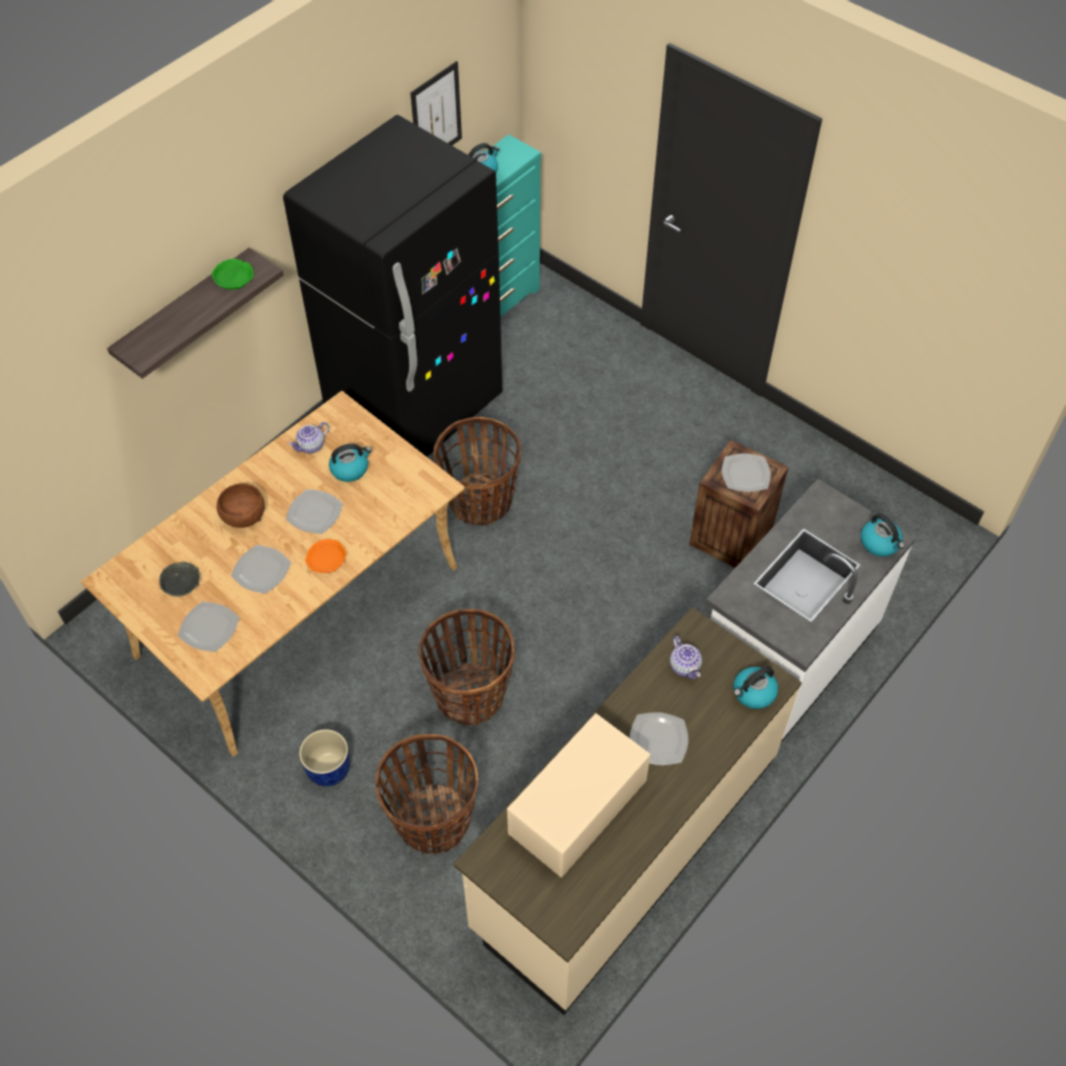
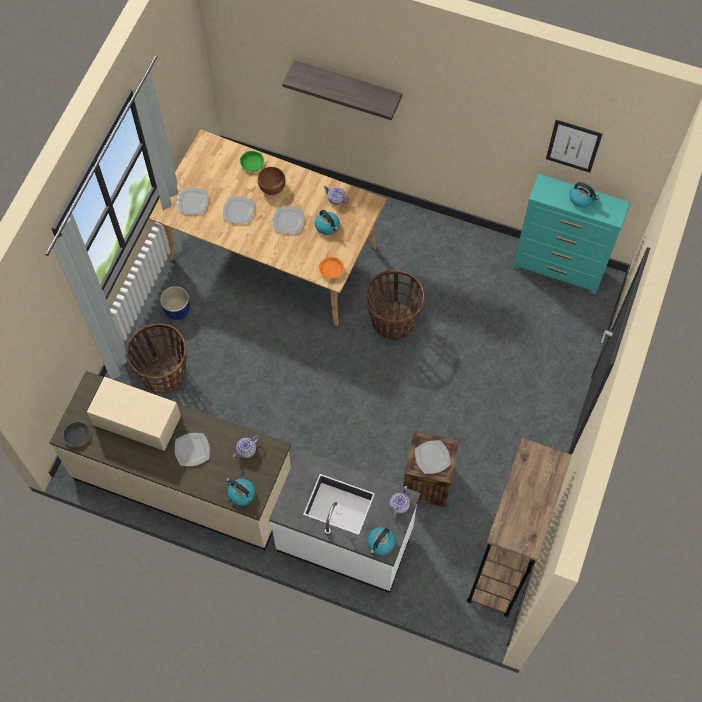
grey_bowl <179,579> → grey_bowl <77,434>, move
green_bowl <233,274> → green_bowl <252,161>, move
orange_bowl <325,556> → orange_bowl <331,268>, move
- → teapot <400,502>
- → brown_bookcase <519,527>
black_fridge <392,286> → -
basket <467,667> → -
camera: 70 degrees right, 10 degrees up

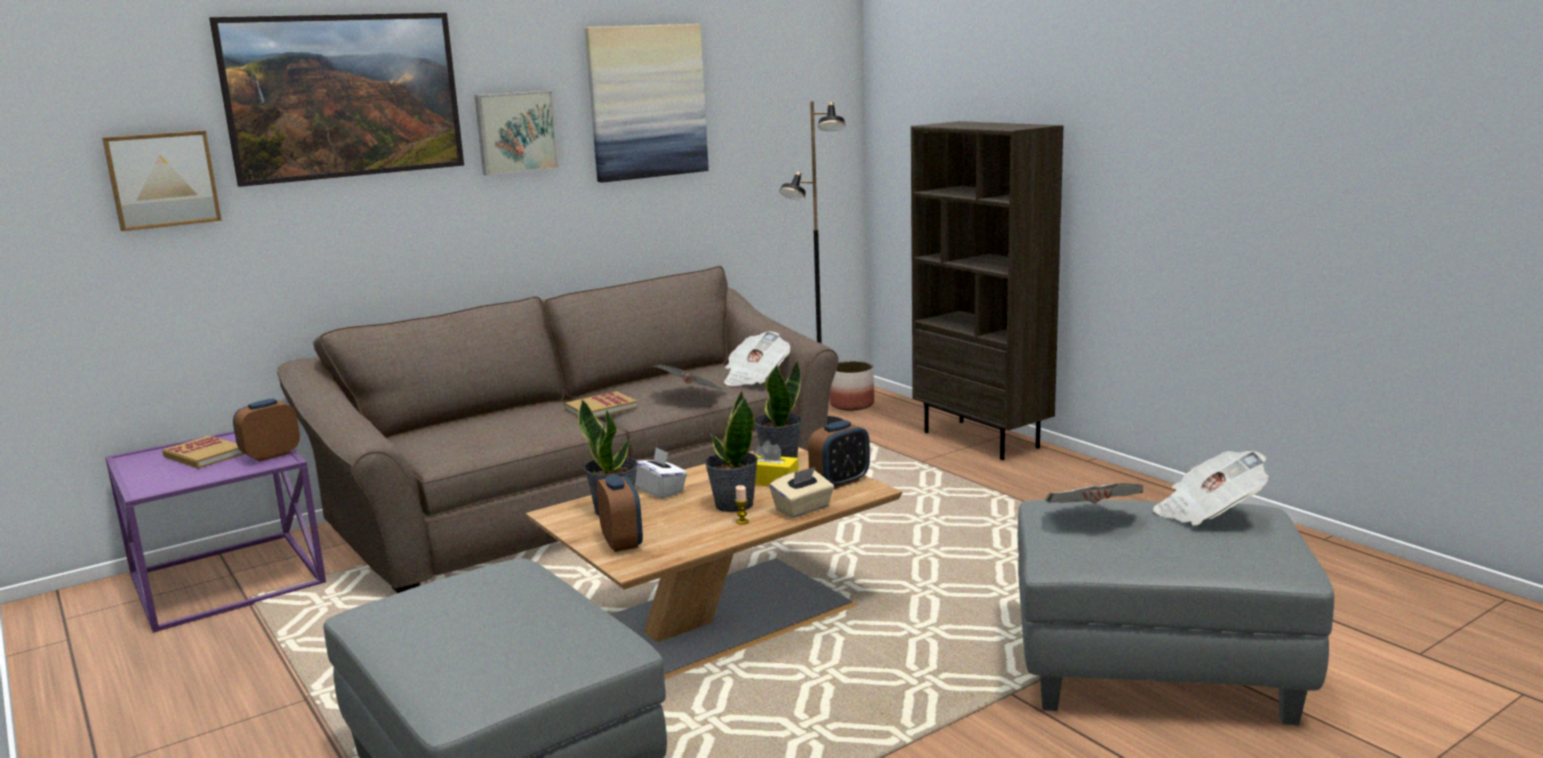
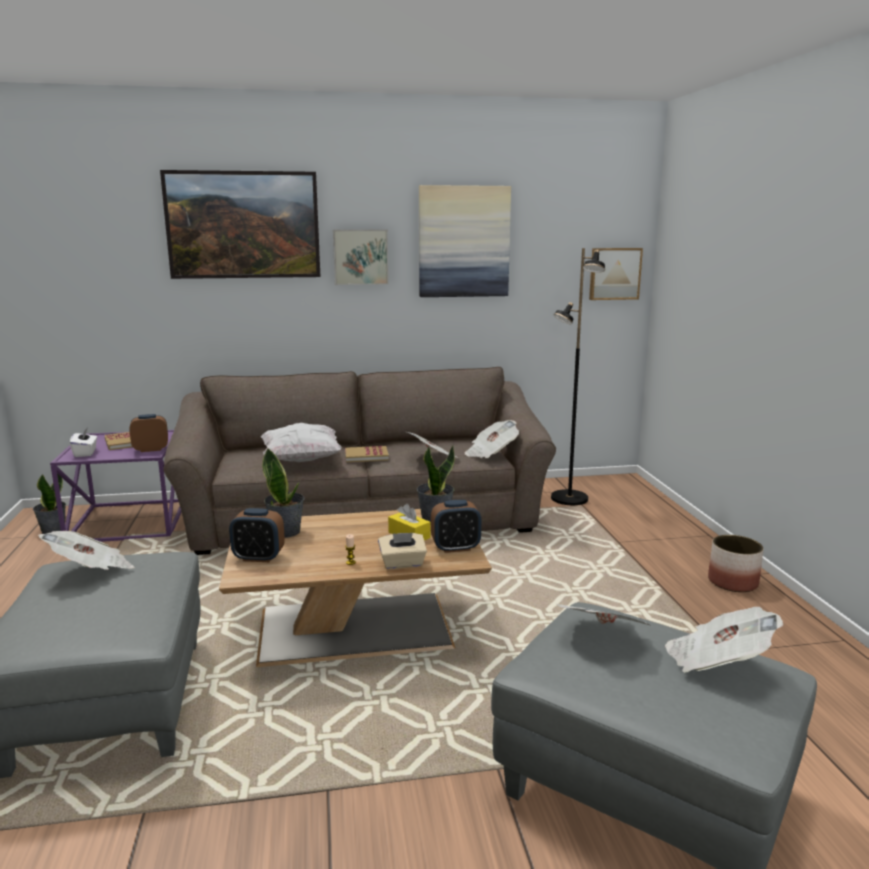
potted_plant <731,451> → potted_plant <49,504>, move
- → newspaper <86,550>
white_tissue_box <661,473> → white_tissue_box <83,442>, move
alarm_clock <620,513> → alarm_clock <257,535>, 90 degrees clockwise
- → white_pillow <301,442>
picture <161,180> → picture <616,274>, move
planter <851,385> → planter <736,563>, move
brown_bookcase <987,290> → -
camera: 25 degrees right, 0 degrees up

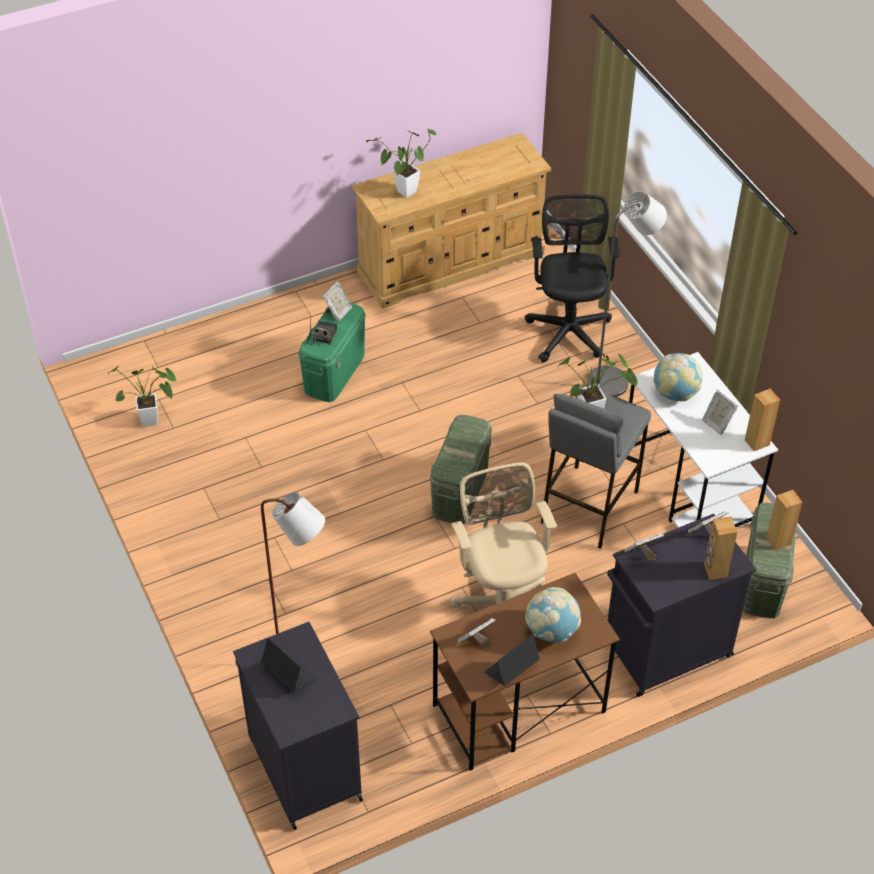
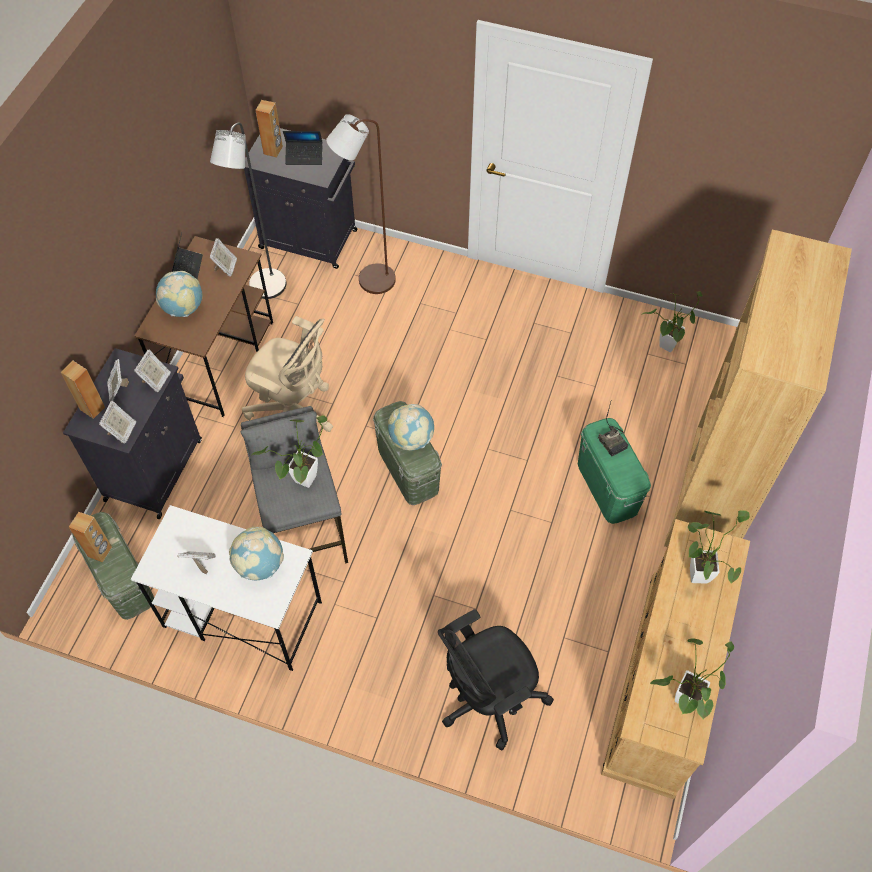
picture_frame <337,302> → picture_frame <118,380>, move
grey_floor_lamp <627,294> → grey_floor_lamp <248,210>, move
brown_speaker <762,420> → brown_speaker <269,128>, move
- → globe <411,427>
black_office_chair <572,278> → black_office_chair <496,679>, 105 degrees clockwise
- → potted_plant <692,678>
- → brown_bookcase <758,388>
camera: 135 degrees right, 10 degrees up

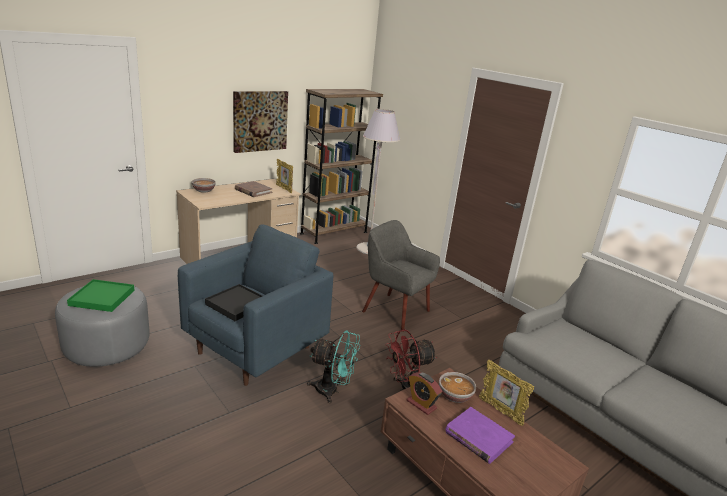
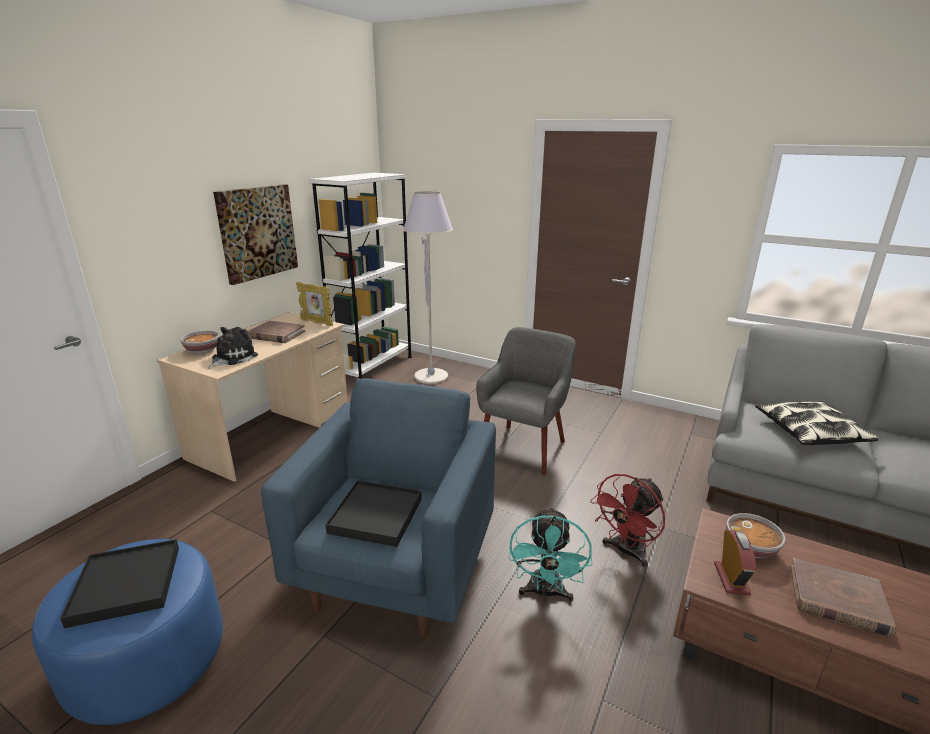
grey_ottoman <102,324> → blue_ottoman <127,632>
green_tray <101,295> → black_tray <119,583>
- → plush_toy <233,348>
brown_bookcase <341,166> → white_bookcase <360,276>
grey_armchair <401,276> → grey_armchair <526,401>, 105 degrees clockwise
turquoise_fan <333,366> → turquoise_fan <550,554>, 105 degrees clockwise
alarm_clock <424,393> → alarm_clock <735,562>, 105 degrees counterclockwise
- → pillow <817,423>
purple_book <480,435> → brown_book <843,597>
picture_frame <506,393> → -
camera: 20 degrees left, 0 degrees up

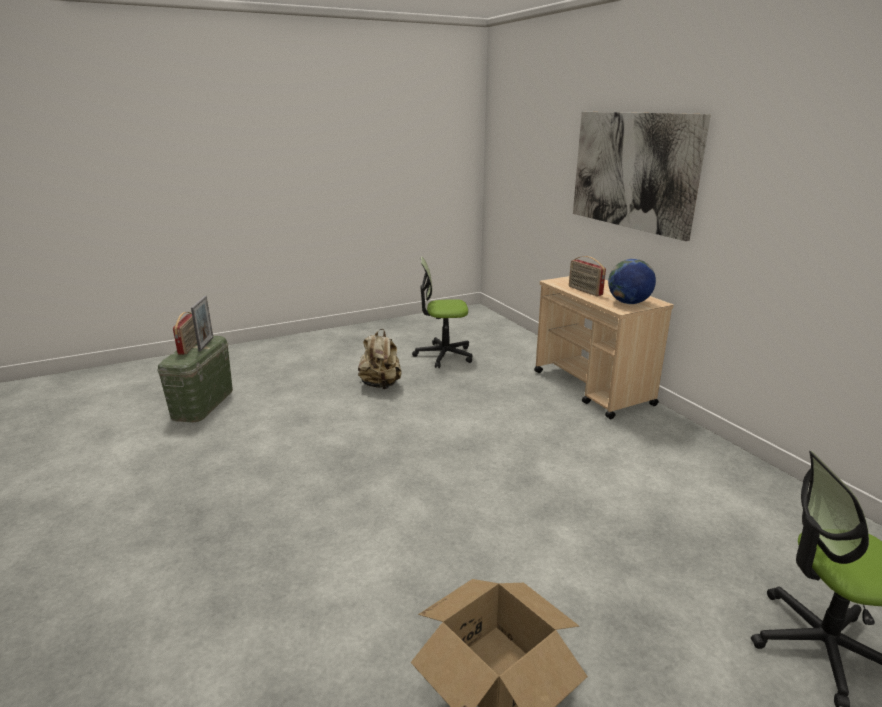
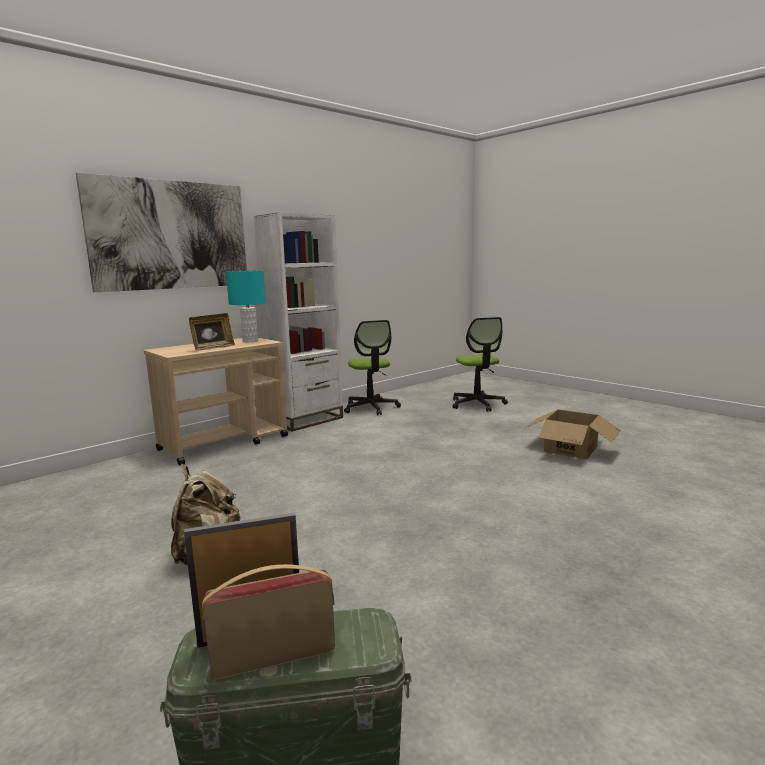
radio <587,276> → picture_frame <212,332>
globe <632,281> → turquoise_table_lamp <246,306>
- → white_bookcase <298,322>
office_chair <442,312> → office_chair <372,367>, move
camera: 105 degrees left, 10 degrees down

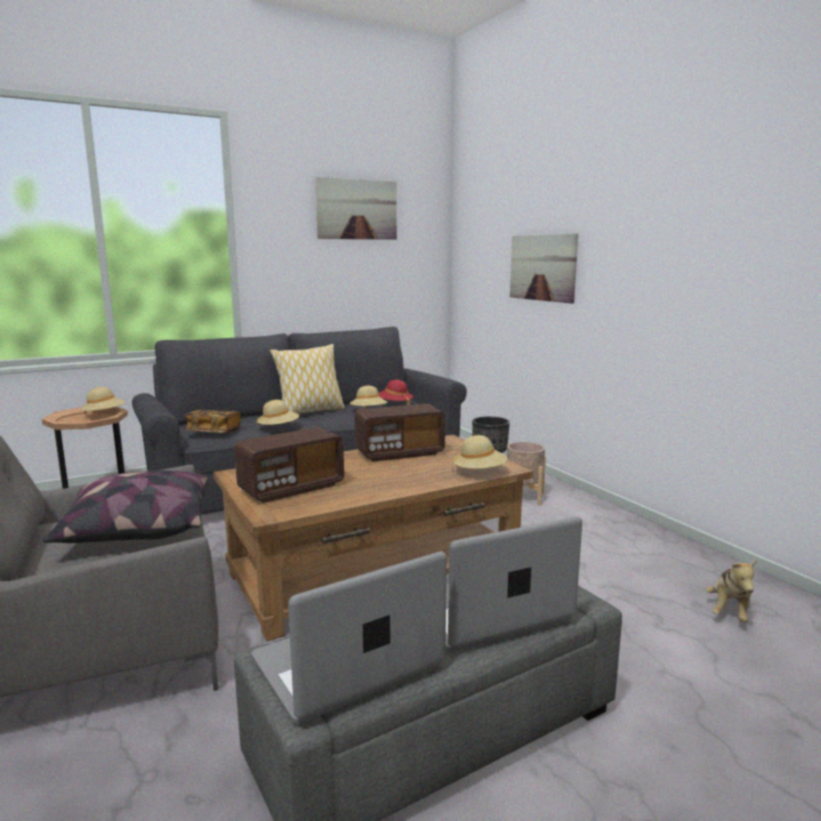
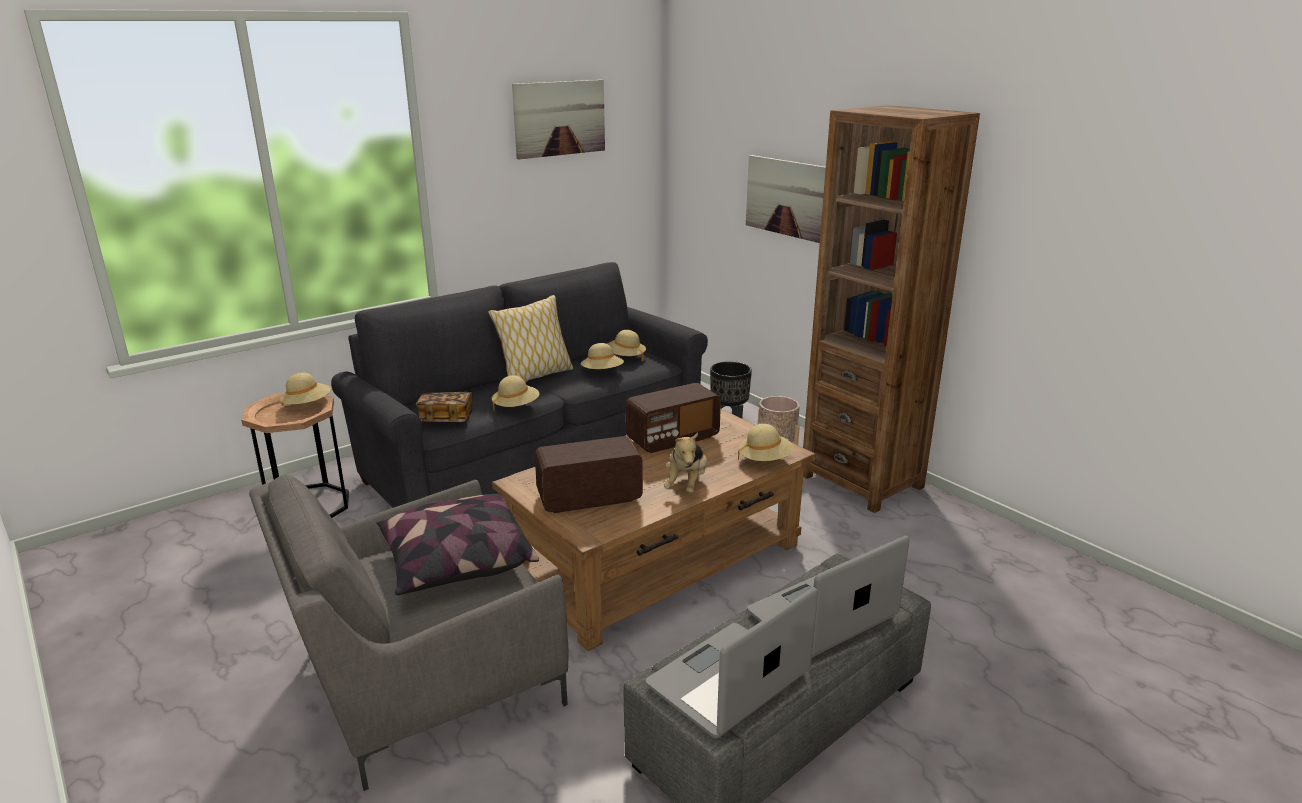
radio <289,465> → radio <589,474>, 150 degrees counterclockwise
red_hat <396,392> → beige_hat <626,346>
plush_toy <731,591> → plush_toy <685,463>, move
- → brown_bookcase <891,309>
camera: 10 degrees left, 10 degrees up

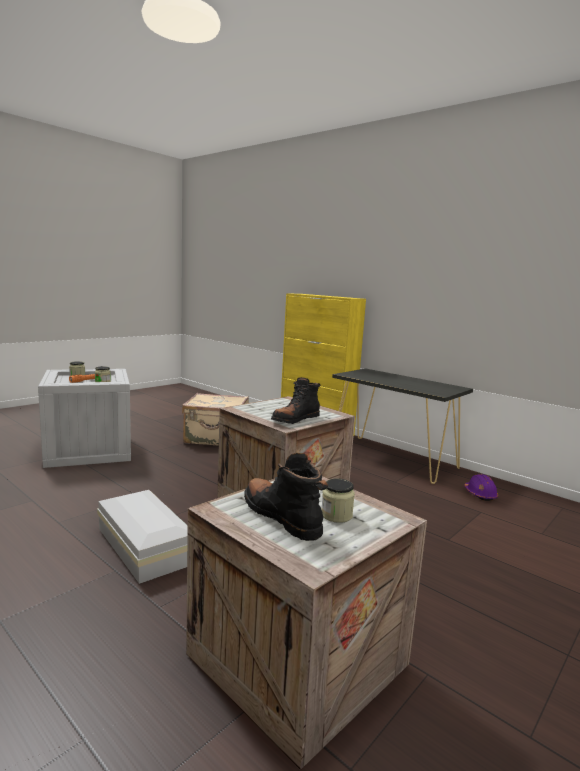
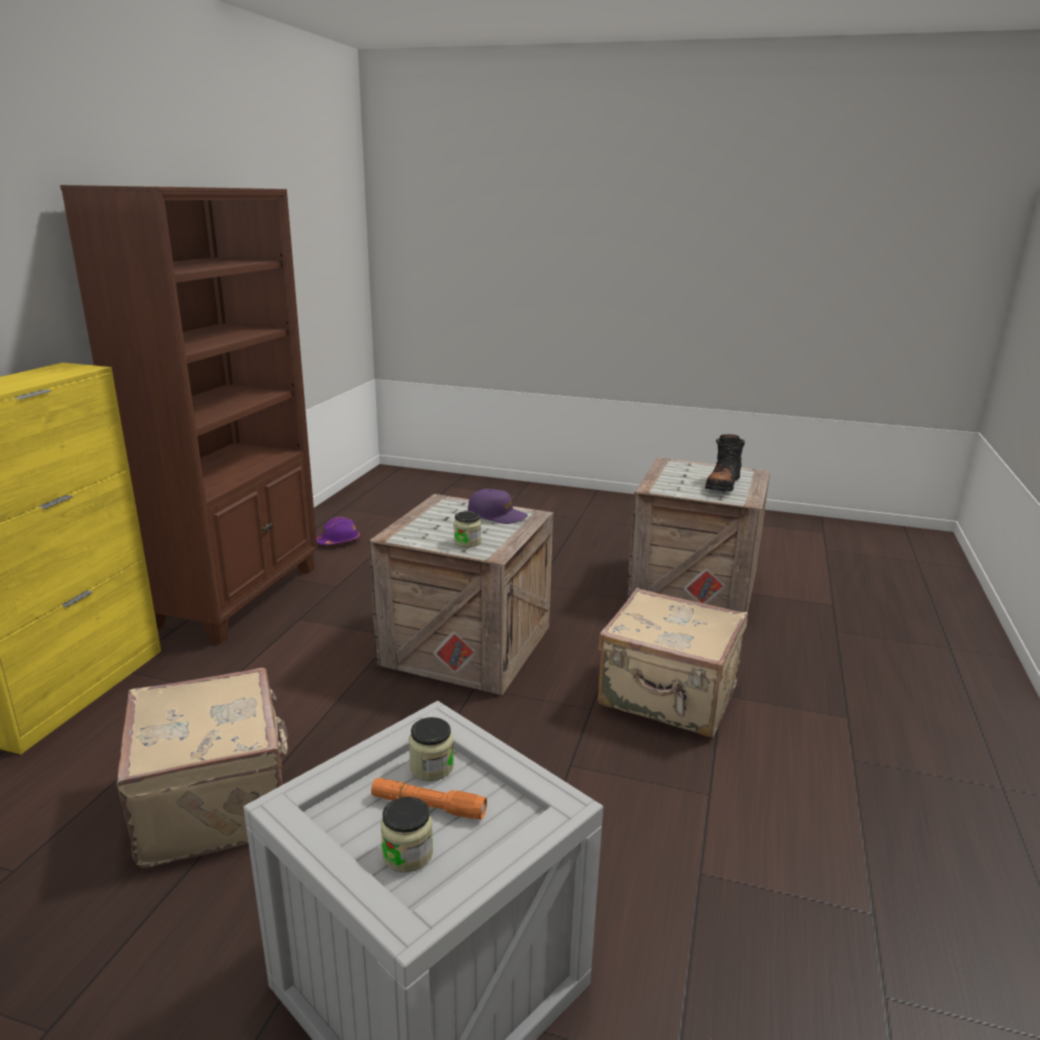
black_console_table <402,426> → brown_bookcase <188,414>
jar <338,500> → jar <467,529>, move
black_boot <295,400> → purple_cap <498,506>
white_storage_box <142,537> → beige_suitcase <673,662>
camera: 115 degrees left, 10 degrees up

